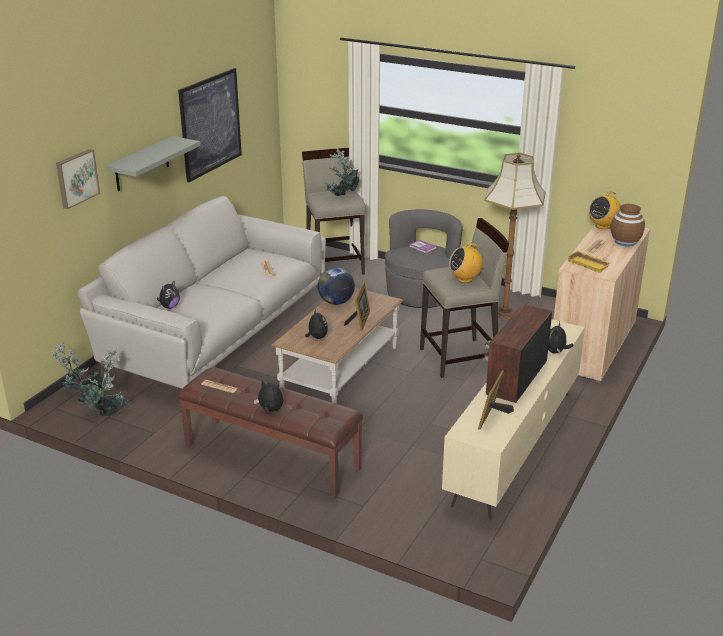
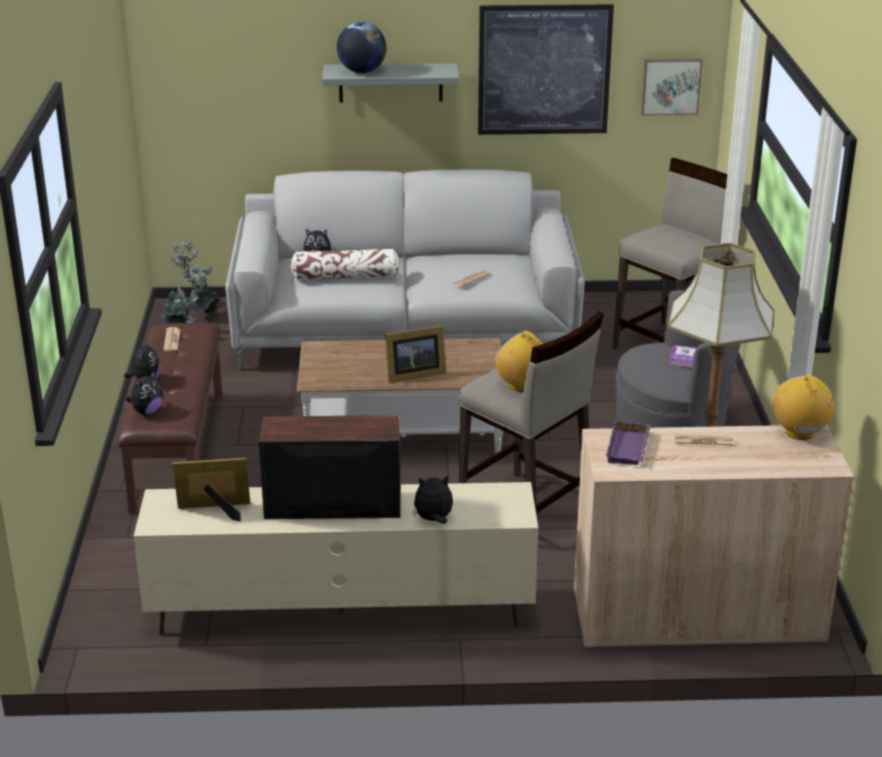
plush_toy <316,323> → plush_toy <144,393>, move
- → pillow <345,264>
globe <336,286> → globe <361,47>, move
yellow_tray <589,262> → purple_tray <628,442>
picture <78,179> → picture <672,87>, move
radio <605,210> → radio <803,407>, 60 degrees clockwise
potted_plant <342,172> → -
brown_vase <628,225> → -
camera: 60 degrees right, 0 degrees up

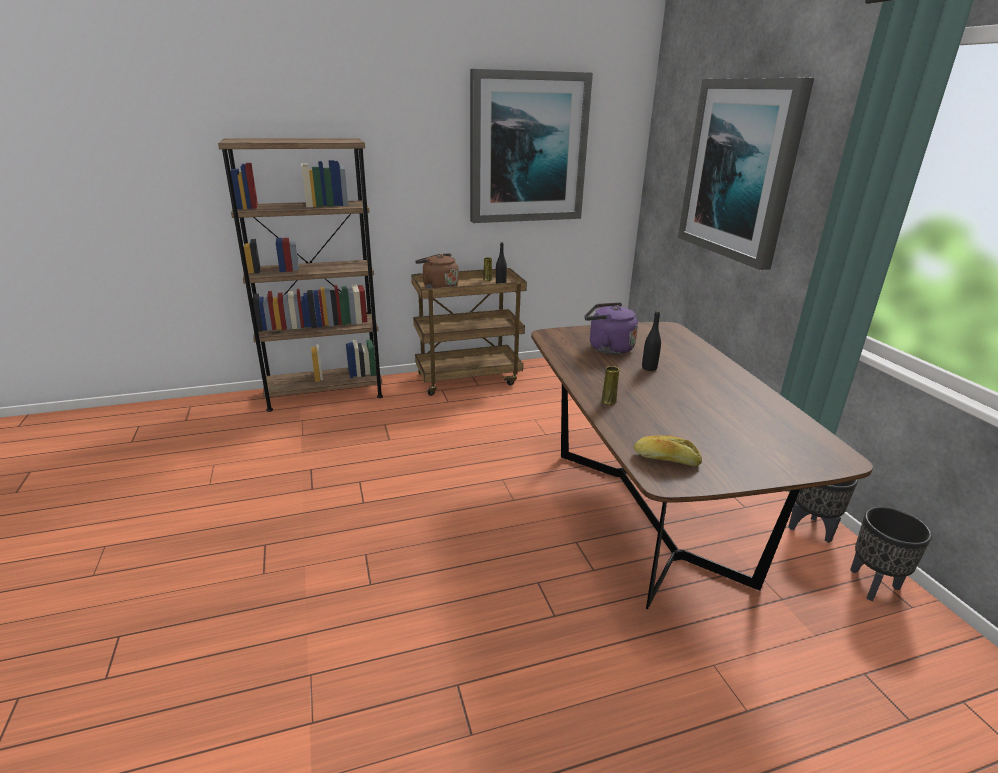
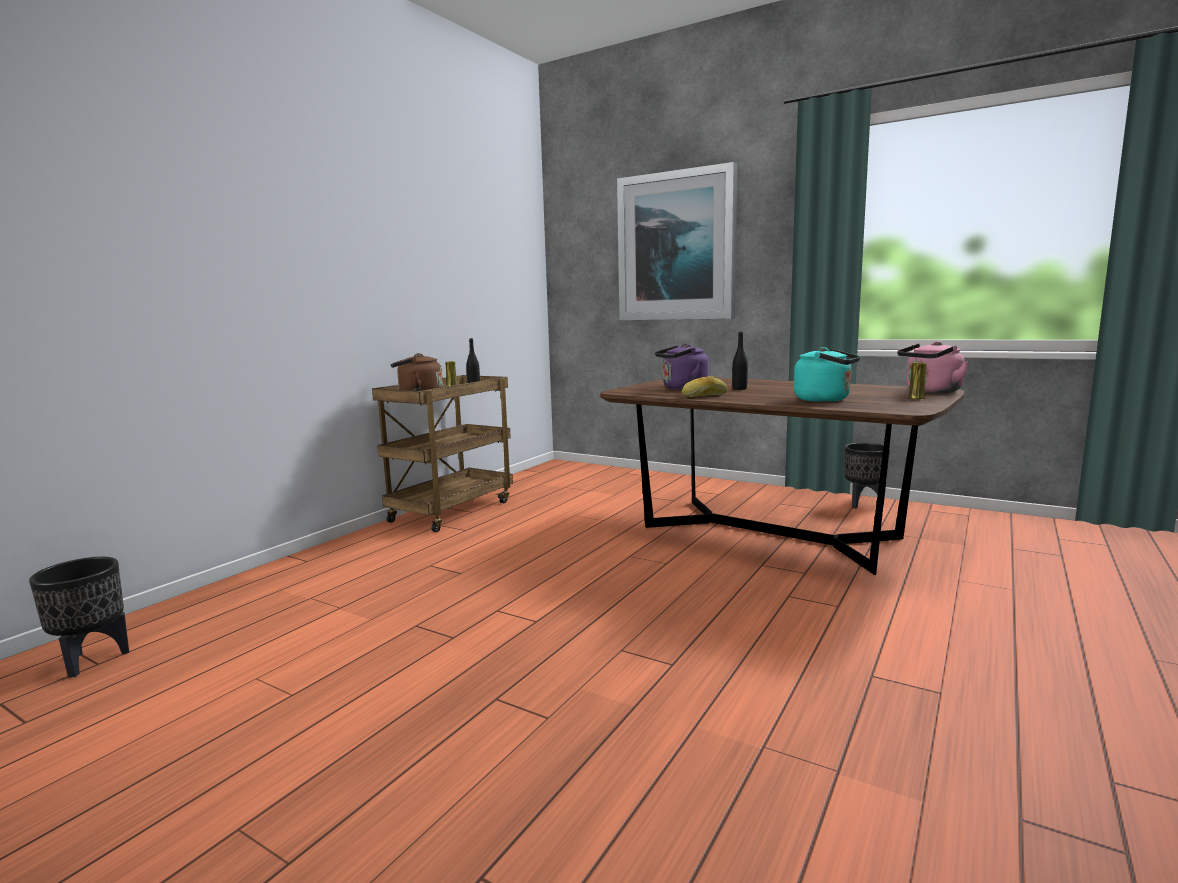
black_planter <891,554> → black_planter <79,617>, move
bread <668,450> → bread <704,386>, move
- → turquoise_kettle <827,374>
- → pink_kettle <933,367>
yellow_vase <610,385> → yellow_vase <917,380>, move
brown_bookcase <300,275> → -
picture <531,146> → -
camera: 40 degrees left, 15 degrees down

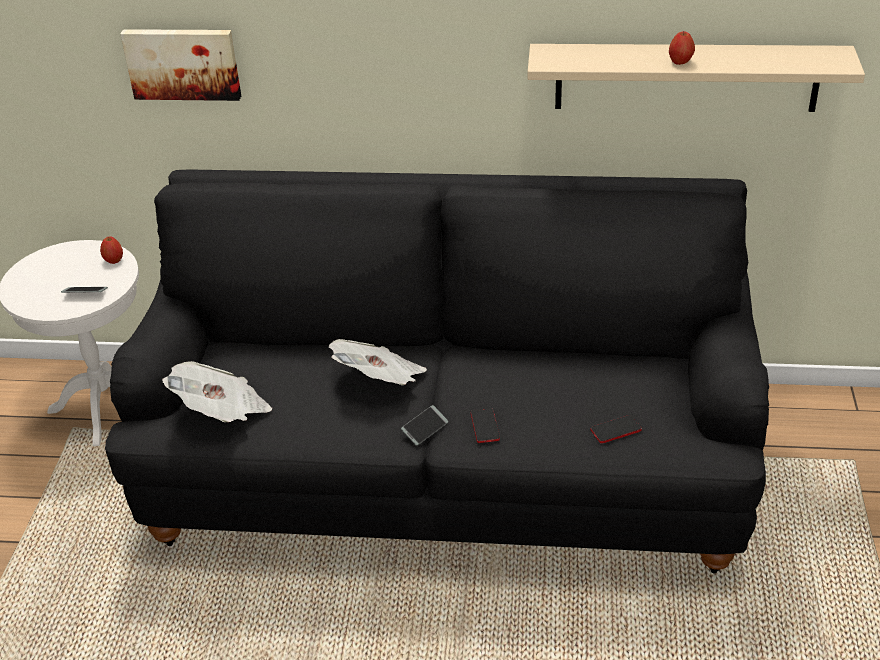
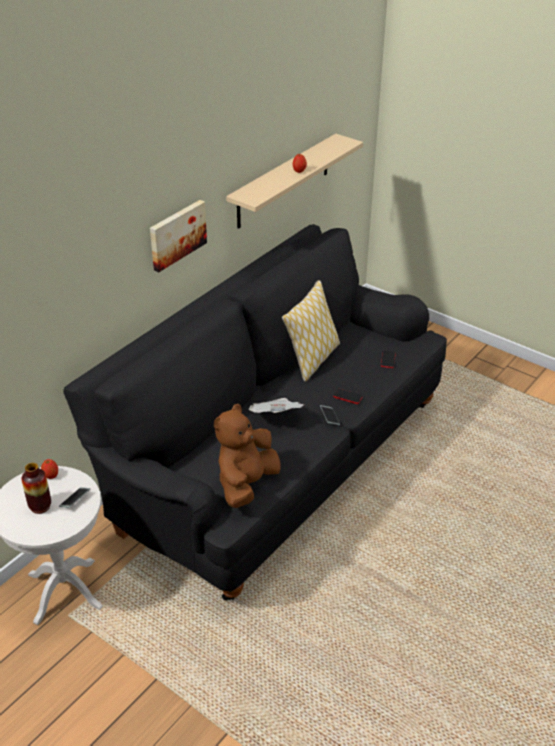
- → vase <36,488>
picture <180,65> → picture <178,236>, move
newspaper <217,392> → brown_plush_toy <247,456>
- → pillow <311,331>
camera: 60 degrees left, 0 degrees up

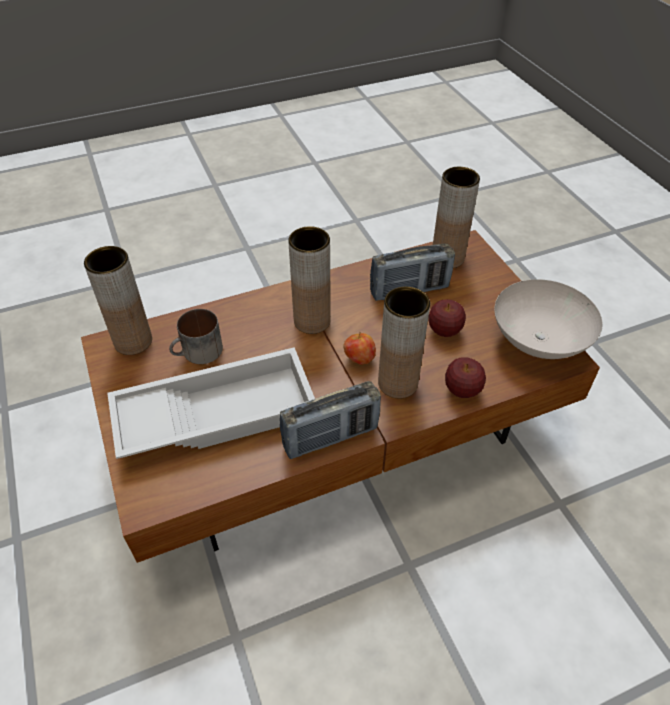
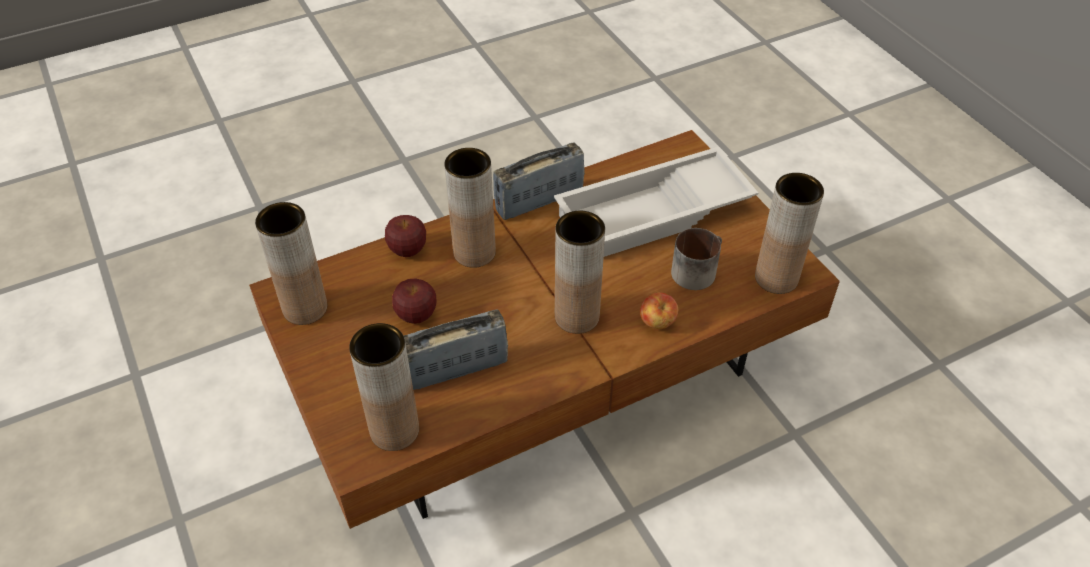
white_bowl <548,319> → brown_vase <291,263>
apple <359,348> → apple <659,310>, move
camera: 175 degrees right, 0 degrees up

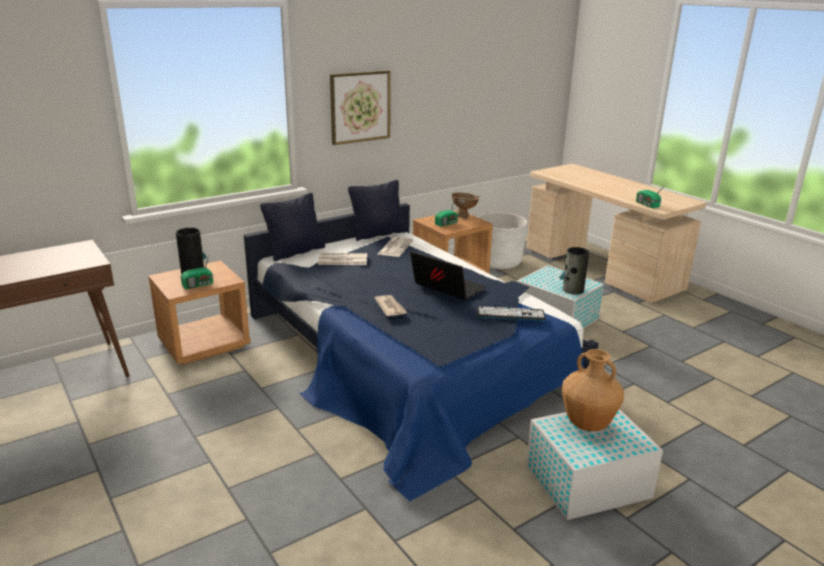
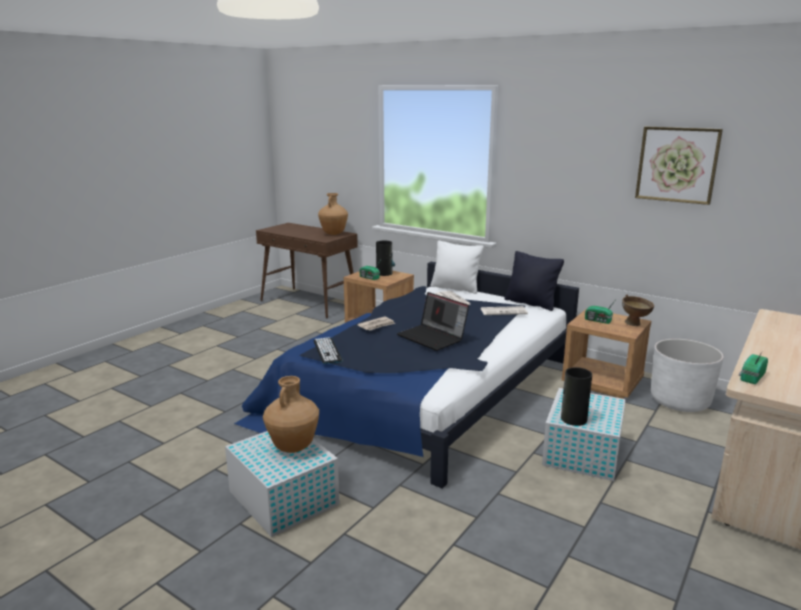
keyboard <511,313> → keyboard <328,350>, move
- → brown_vase <333,214>
laptop <448,275> → laptop <433,321>, 120 degrees clockwise
black_pillow <292,227> → white_pillow <457,267>
picture <360,107> → picture <679,166>, move
camera: 70 degrees right, 5 degrees down

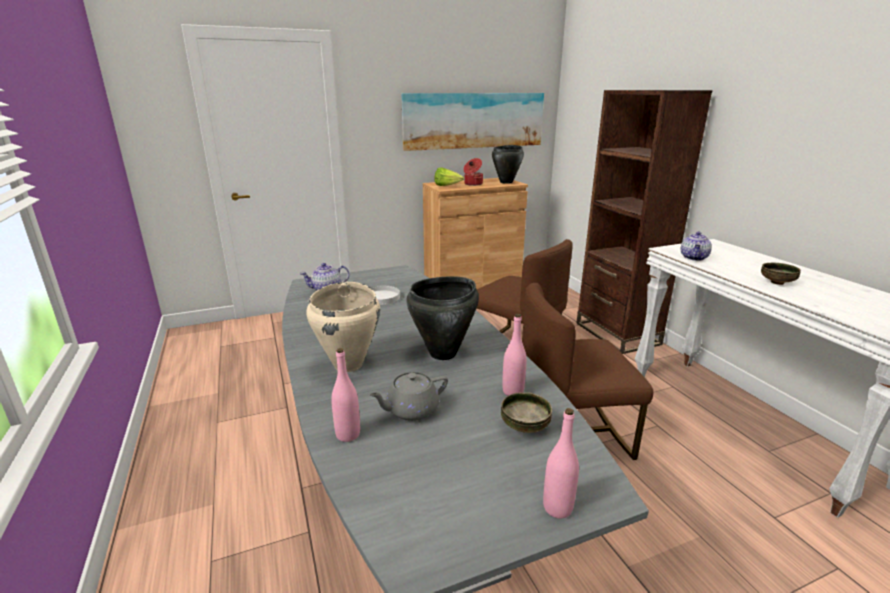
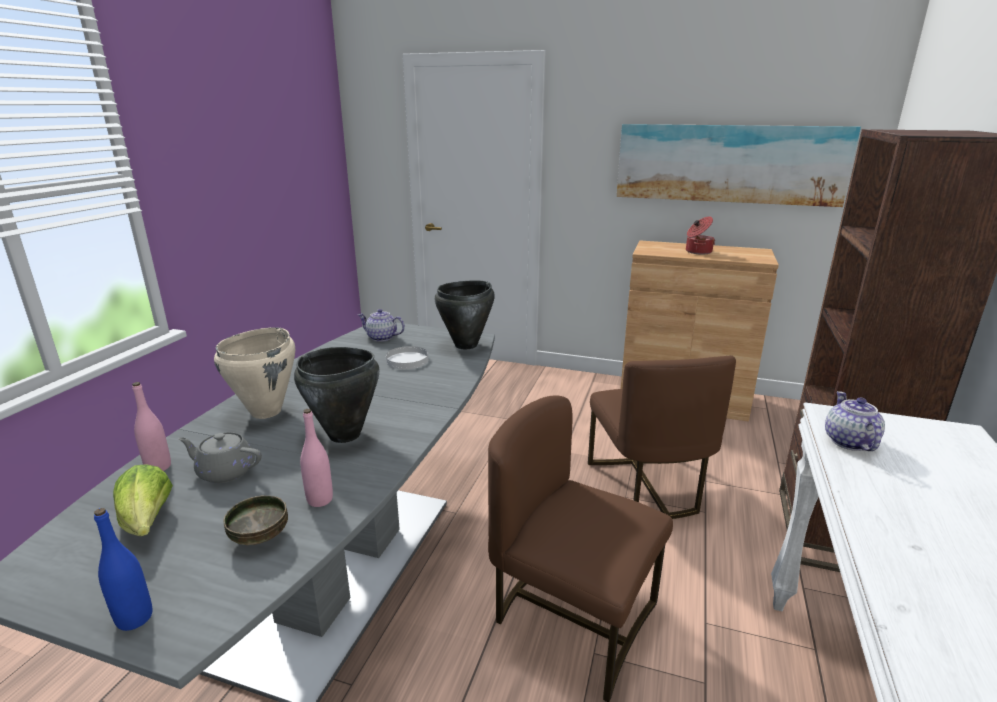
pink_bottle <561,463> → blue_bottle <123,569>
lettuce <449,177> → lettuce <143,500>, move
black_cooking_pot <508,164> → black_cooking_pot <465,314>, move
teapot <696,246> → teapot <855,421>, 120 degrees clockwise
bowl <781,274> → -
camera: 40 degrees right, 0 degrees up

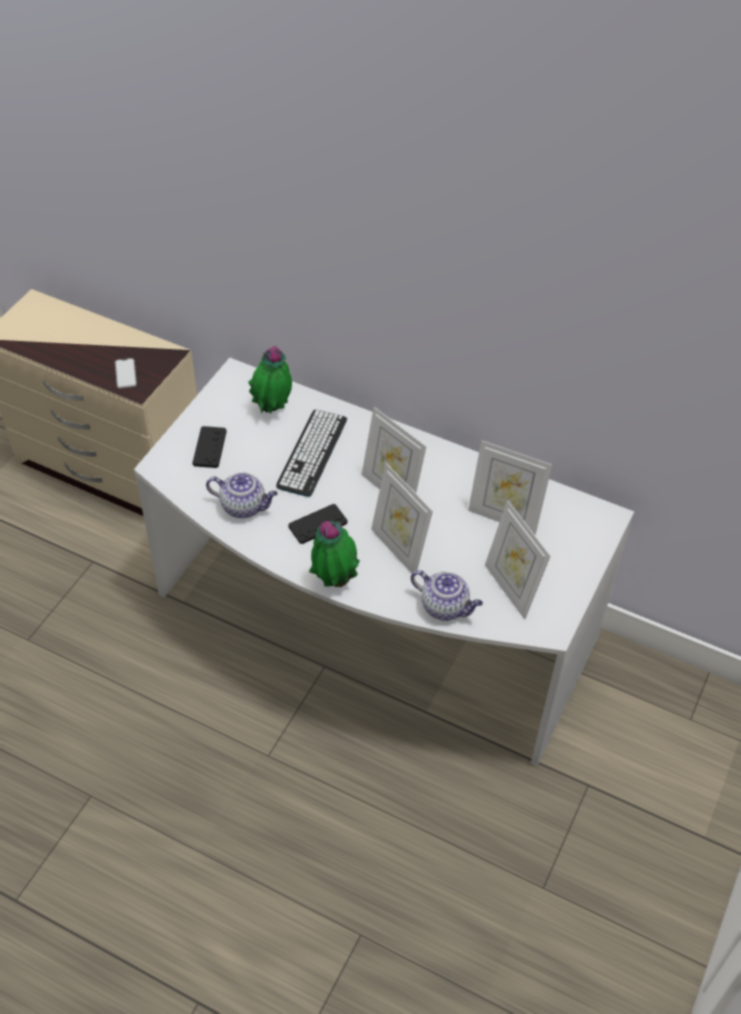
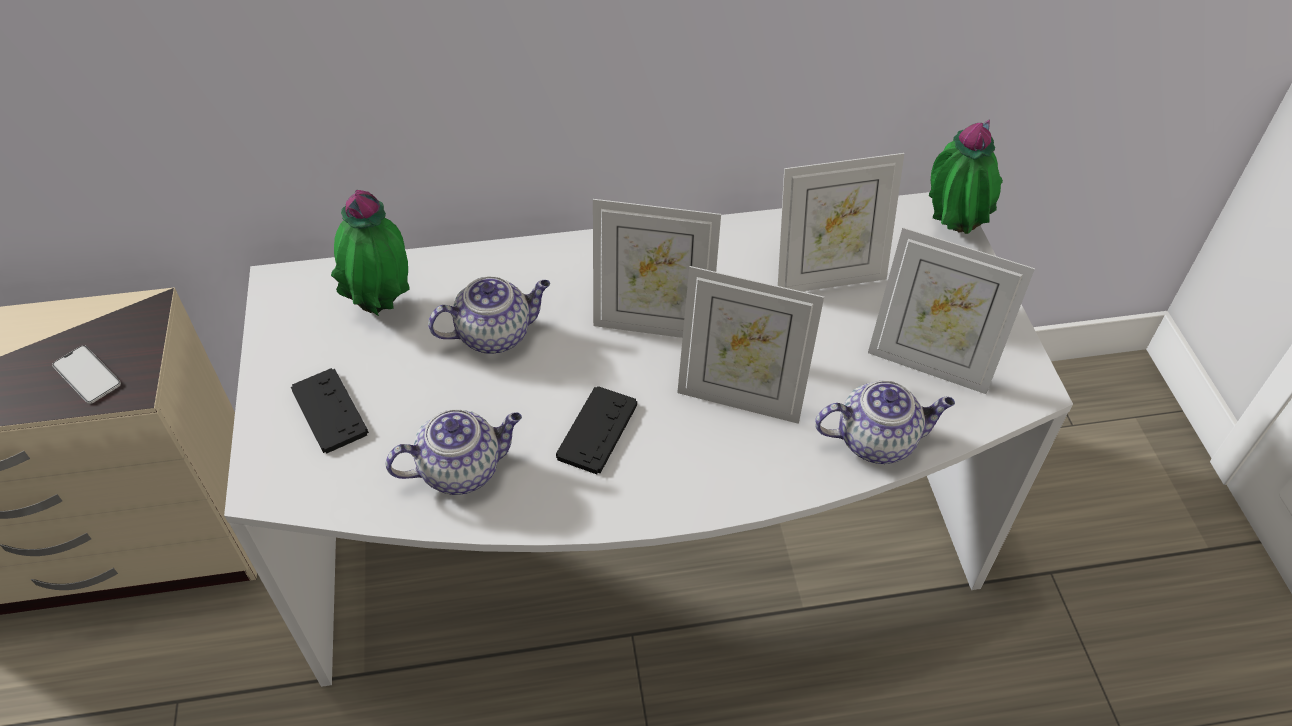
keyboard <311,453> → teapot <489,315>
potted_plant <334,554> → potted_plant <966,177>, move
camera: 35 degrees left, 0 degrees up

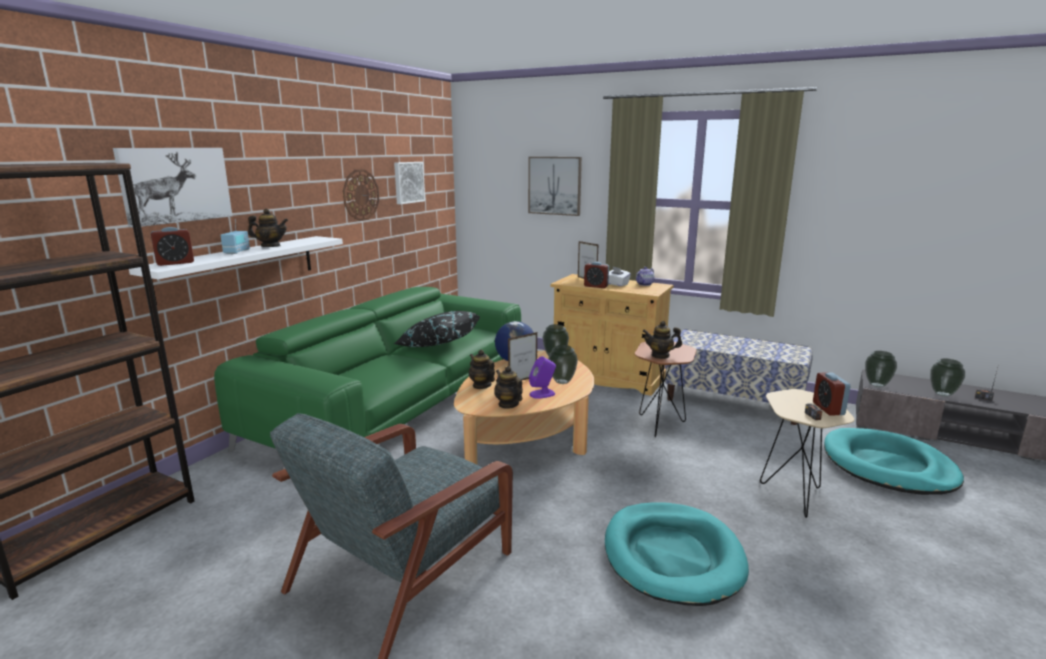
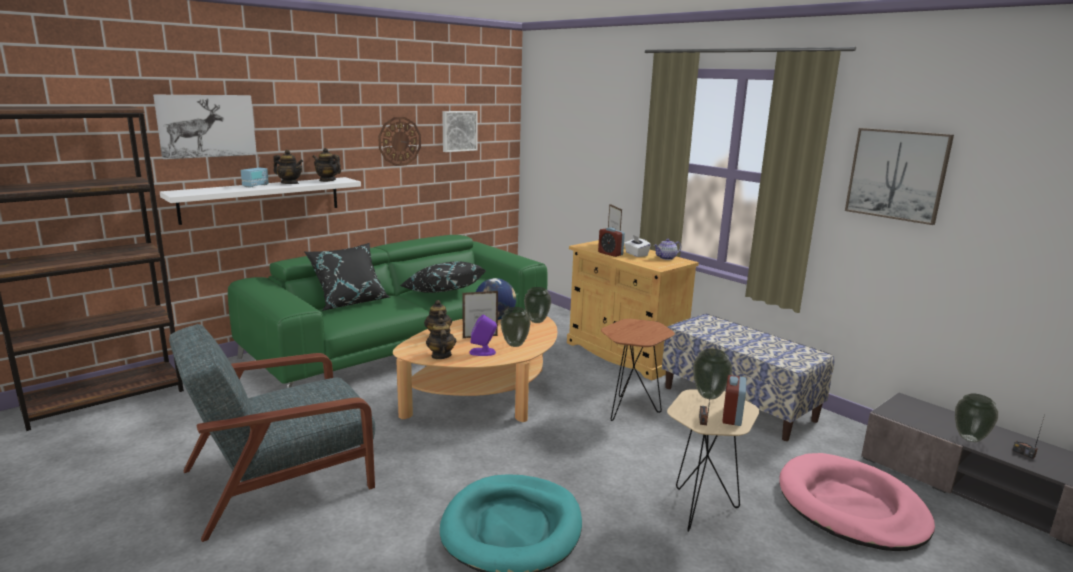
- → black_pillow <346,277>
teapot <662,340> → teapot <326,165>, move
vase <881,369> → vase <712,374>, move
turquoise_dog_bed <894,461> → pink_dog_bed <857,502>
picture <555,186> → picture <899,176>, move
alarm_clock <172,246> → -
camera: 20 degrees right, 0 degrees up

